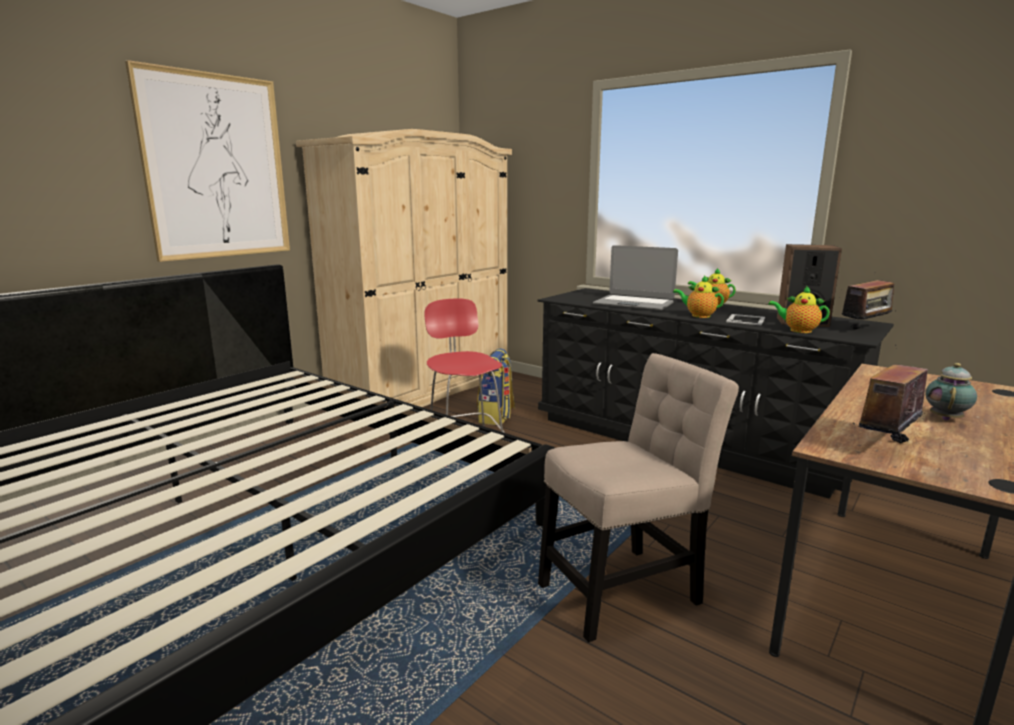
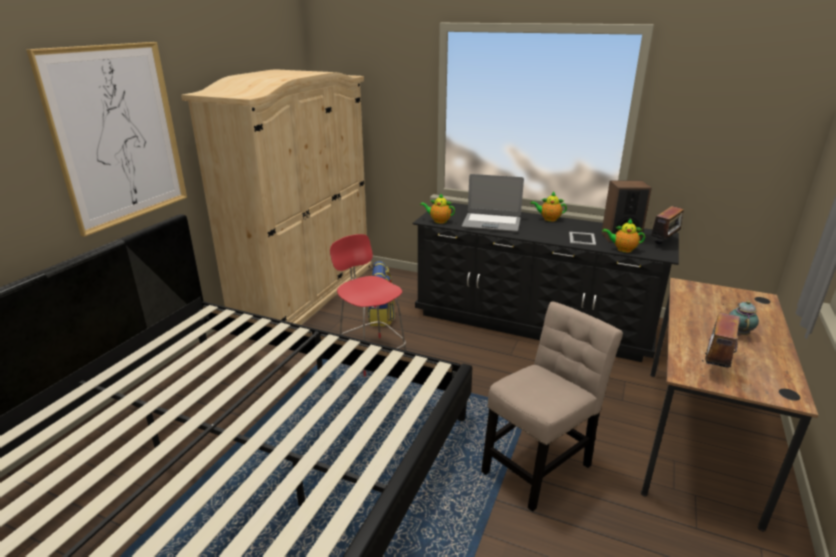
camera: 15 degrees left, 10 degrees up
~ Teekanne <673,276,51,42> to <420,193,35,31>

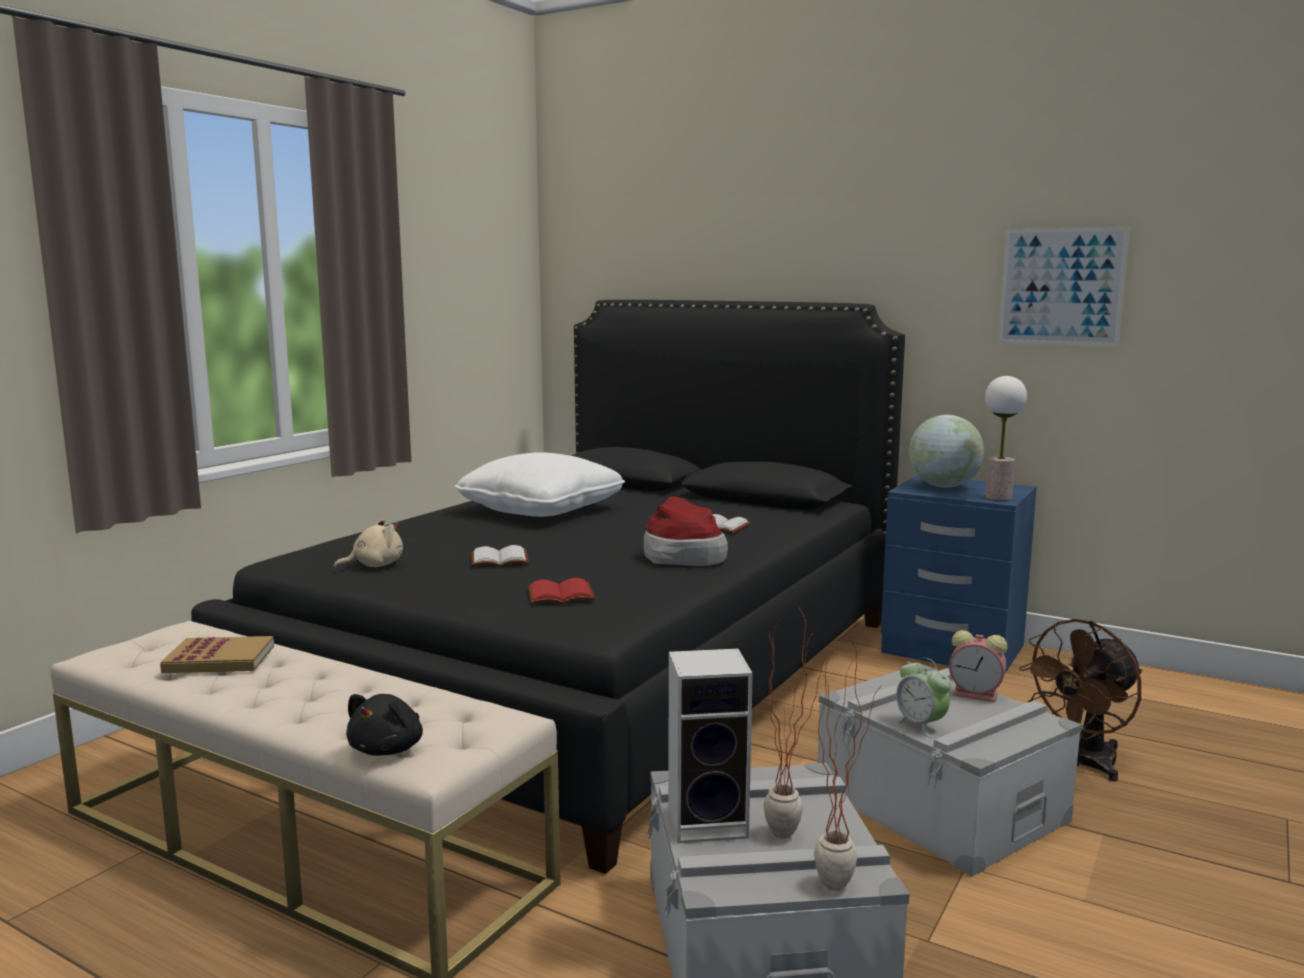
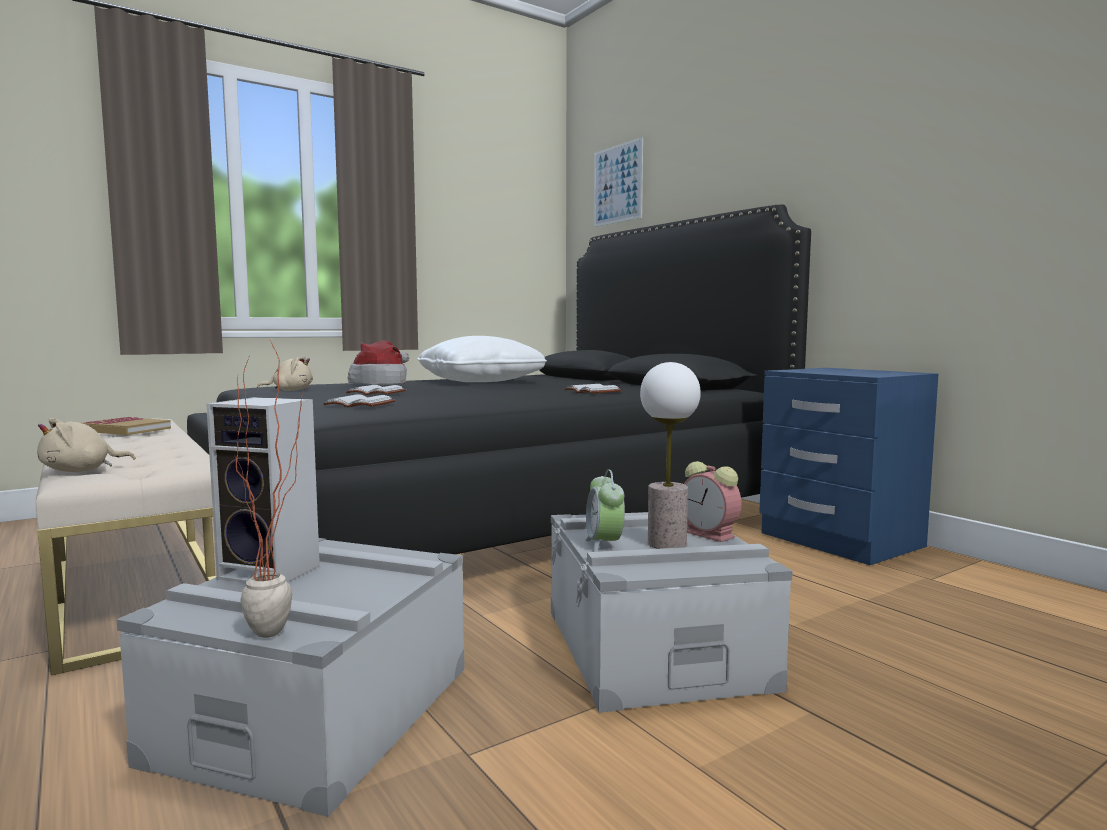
camera: 25 degrees right, 5 degrees down
~ Plüschtier (schwarz) <346,694,77,62> to Plüschtier (beige) <37,418,99,54>
~ Buch (rot) <528,578,67,26> to Buch (weiß) <323,394,72,13>
~ Hut <643,497,85,69> to <348,340,61,45>
- Topfpflanze <764,603,64,236>
- Globus <909,415,75,73>
~ Tischlampe <985,376,42,125> to <640,362,61,187>
~ Bild <998,227,132,120> to <594,137,49,90>
- Ventilator (braun) <1019,619,124,162>

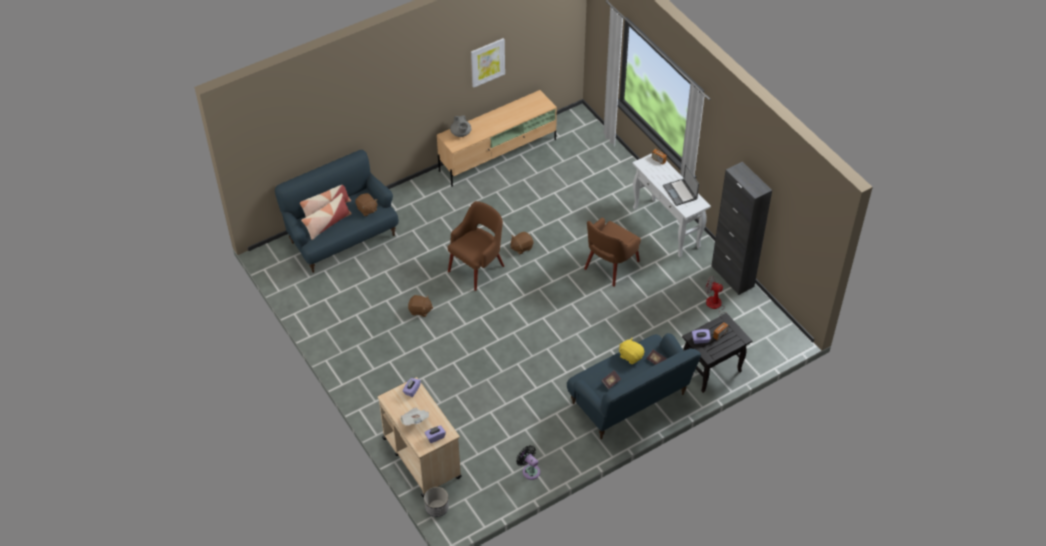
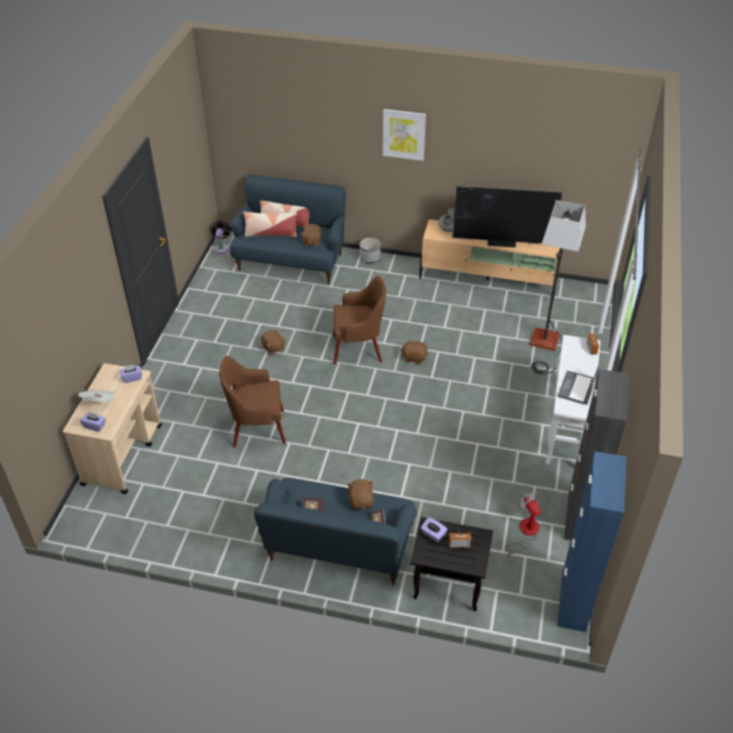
camera: 45 degrees right, 5 degrees down
~ Pflanzkübel <424,487,25,30> to <360,238,21,25>
~ Bild <471,38,34,50> to <383,109,43,52>
~ Ventilator (schwarz) <516,445,24,35> to <210,221,21,33>
~ Sessel (braun) <584,217,57,70> to <219,356,67,92>
~ Plüschtier (gelb) <619,338,25,26> to Plüschtier (braun) <347,479,27,30>
+ Fernseher <452,186,110,62>
+ Stehlampe <530,200,56,174>
+ Schrank (blau) <557,451,69,181>

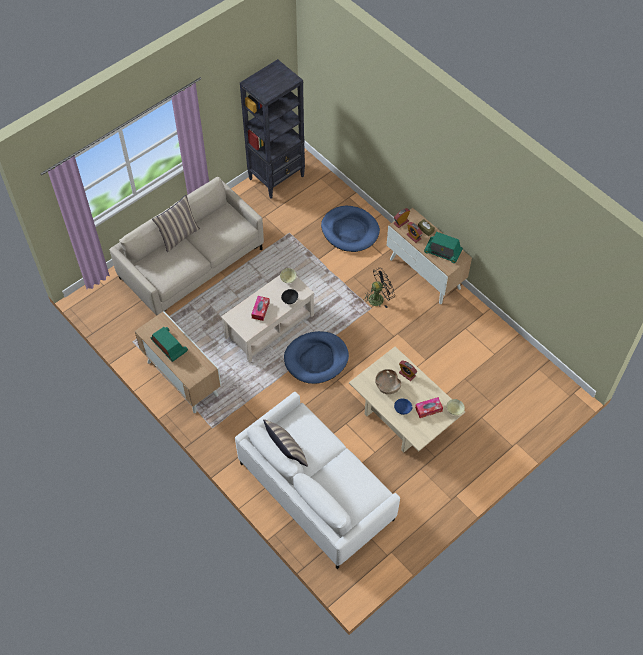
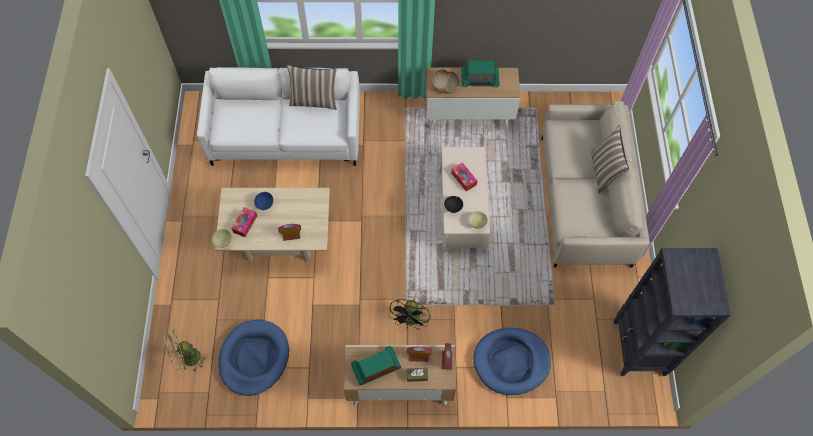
camera: 130 degrees right, 5 degrees up
~ Hundebett (blau) <284,331,65,53> to <218,320,71,76>
~ Schüssel (braun) <375,369,27,25> to <432,69,27,25>
+ Ventilator (grün) <164,330,44,43>

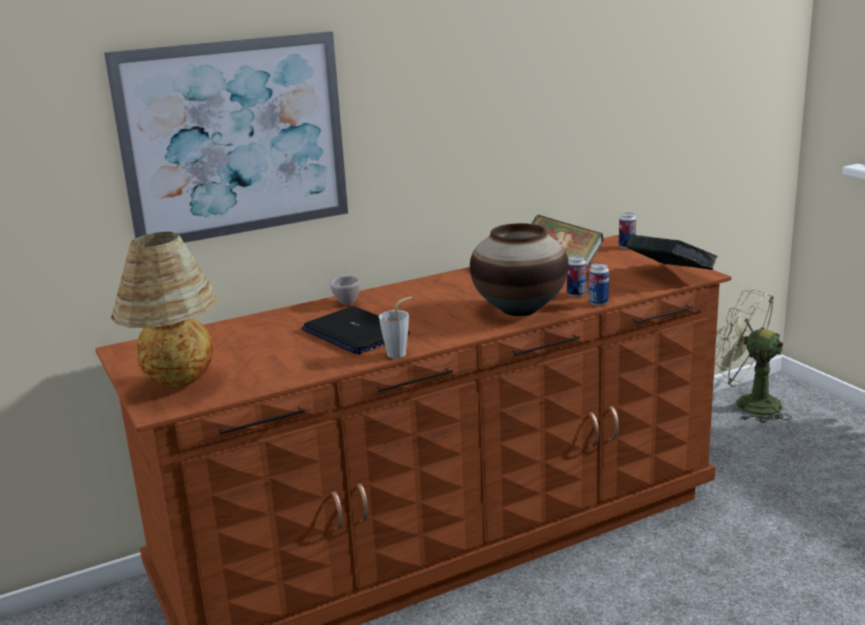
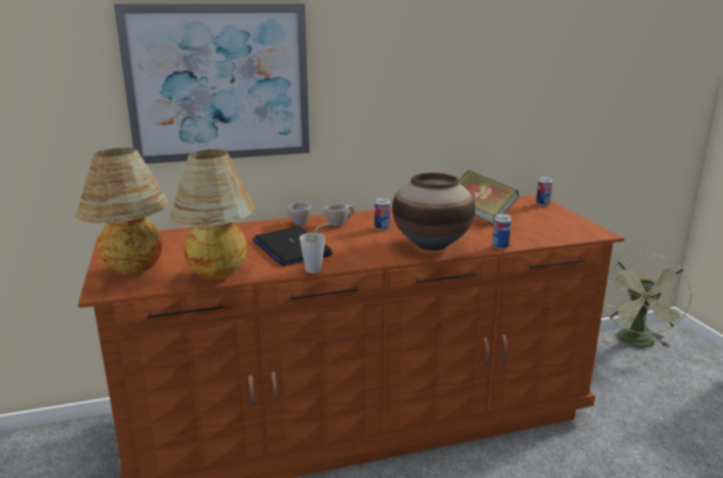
camera: 10 degrees right, 0 degrees up
~ Dose <567,256,19,41> to <375,197,15,33>
- Buch <626,234,92,36>
~ Ventilator (grün) <714,290,78,133> = <603,254,90,94> 120 degrees counterclockwise
+ Tischlampe <171,149,84,130>
+ Tasse (beige) <324,204,31,22>

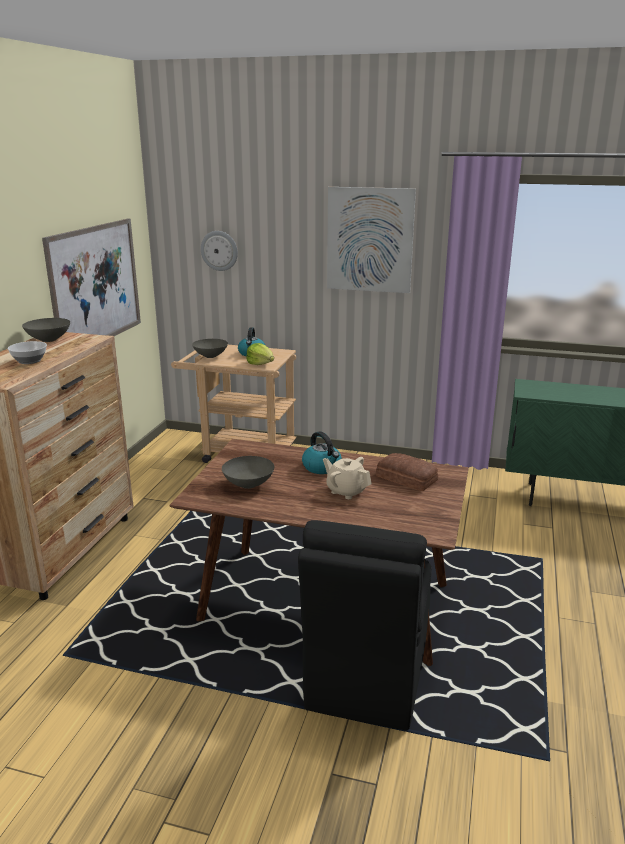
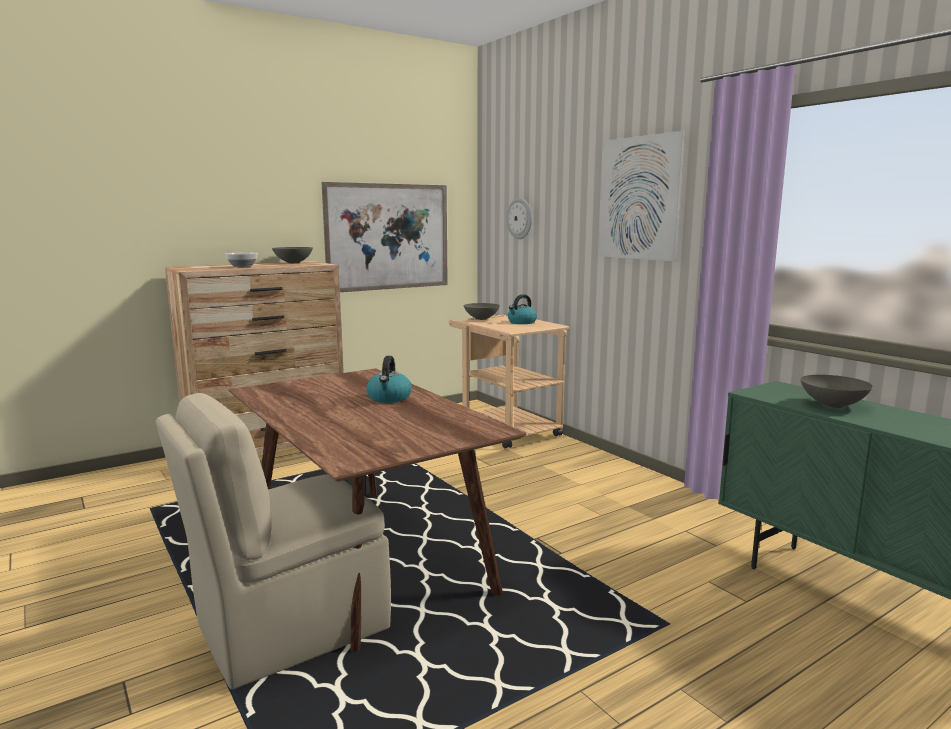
camera: 40 degrees right, 10 degrees down
~ Schüssel (grau) <222,456,52,33> to <800,375,73,33>
- Salatkopf <246,343,28,22>
~ Stuhl (schwarz) <298,520,134,210> to Stuhl (beige) <156,393,235,297>
- Teekanne (beige) <323,457,49,42>
- Brot <376,453,62,38>

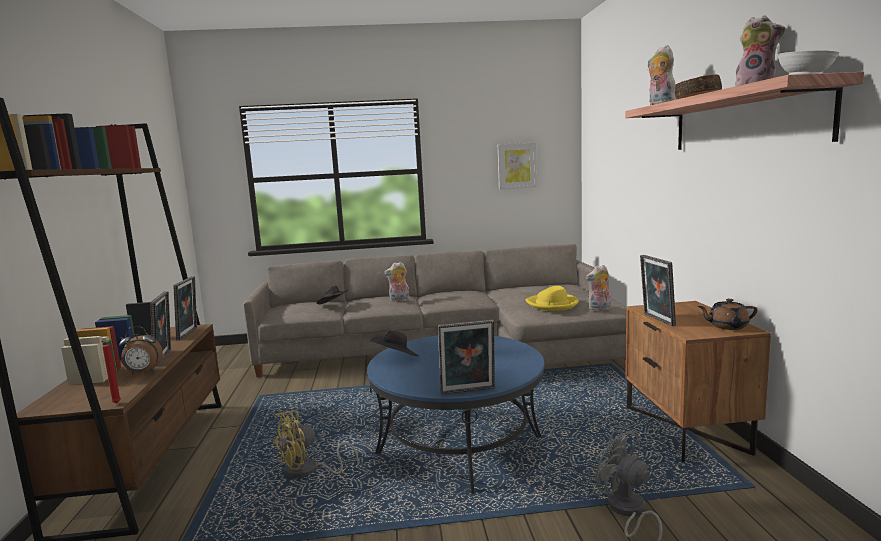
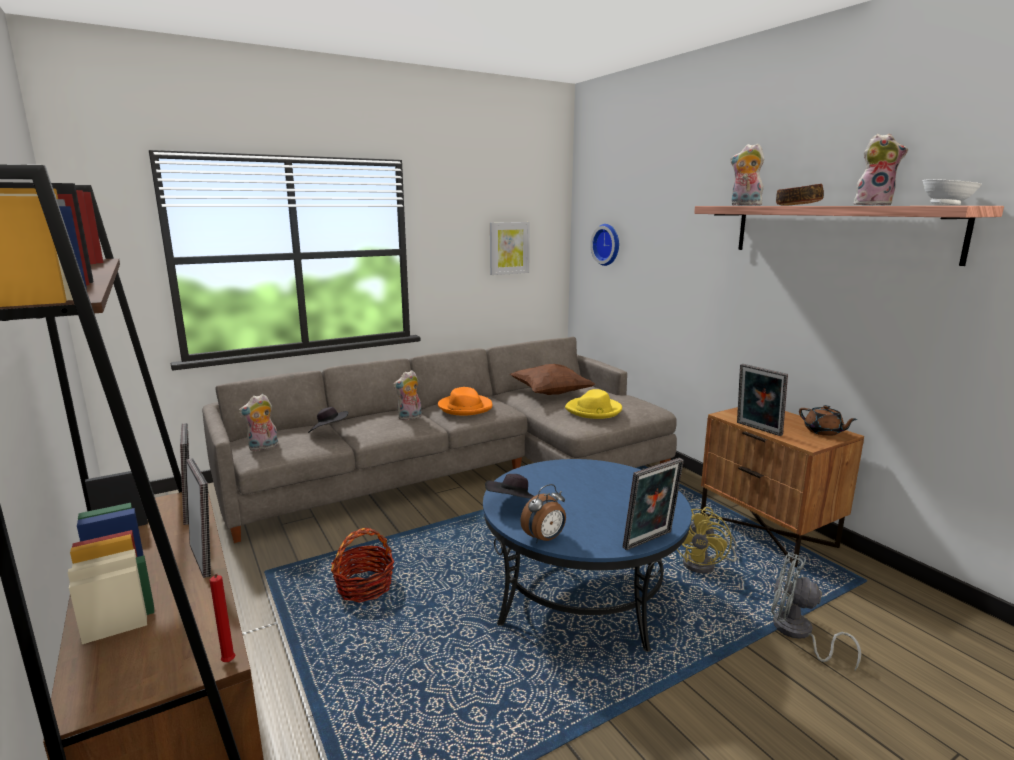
camera: 25 degrees left, 5 degrees up
~ Wecker <119,326,44,48> to <520,484,46,60>
~ Ventilator (gelb) <273,410,86,68> to <677,507,60,66>
~ Plüschtier <585,265,26,46> to <238,394,40,57>
~ Teekanne (braun) <698,299,59,31> = <799,405,59,31> 105 degrees counterclockwise
+ Korb <331,528,63,75>
+ Hut (orange) <438,387,54,29>
+ Kissen (braun) <510,364,85,31>
+ Wanduhr <590,224,29,42>

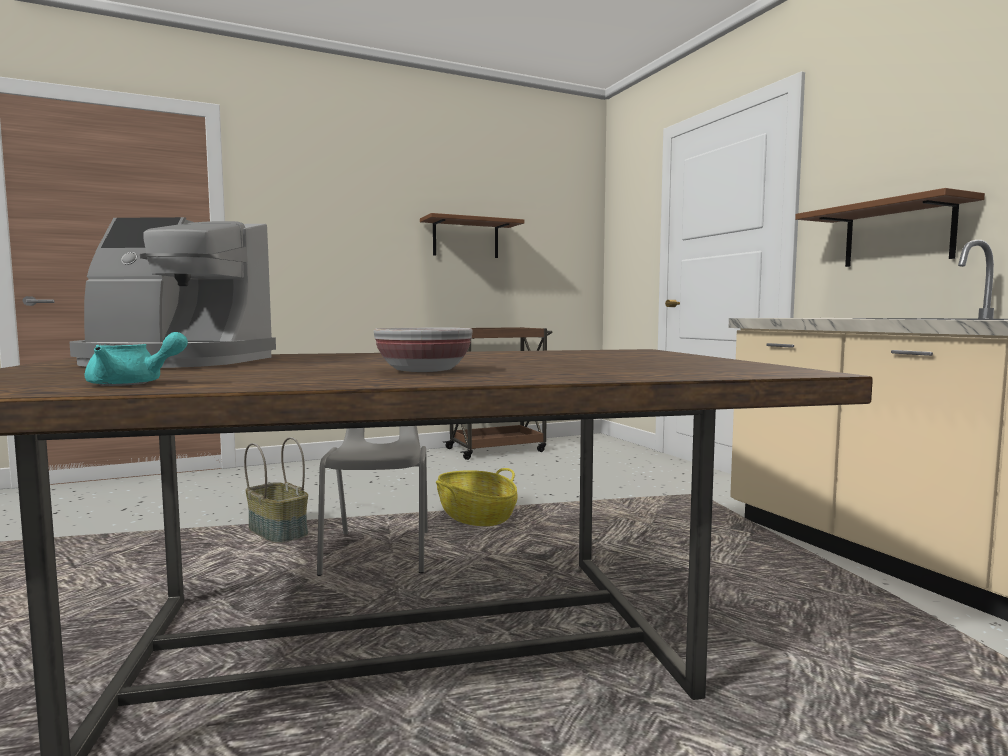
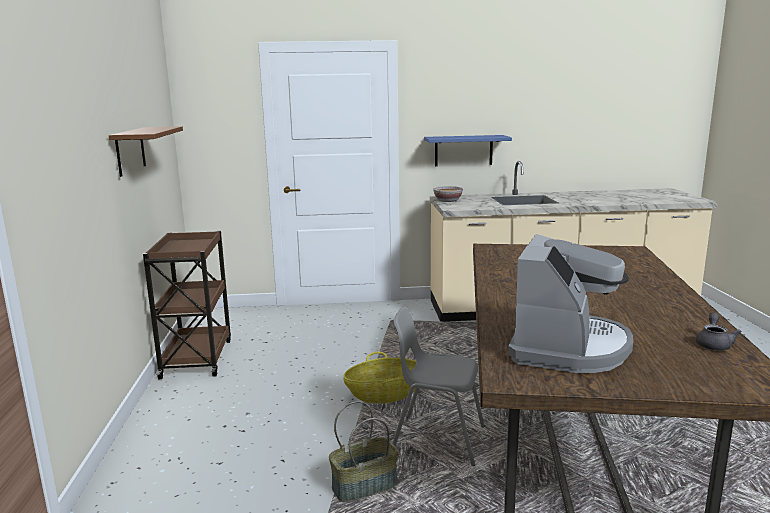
camera: 70 degrees left, 10 degrees up
~ Teekanne (türkis) <84,332,104,54> to Teekanne (grau) <696,313,46,38>
~ Schüssel <374,327,99,45> to <433,186,30,16>
~ Wandregal (braun) <795,188,190,79> to Wandregal (blau) <424,135,88,31>

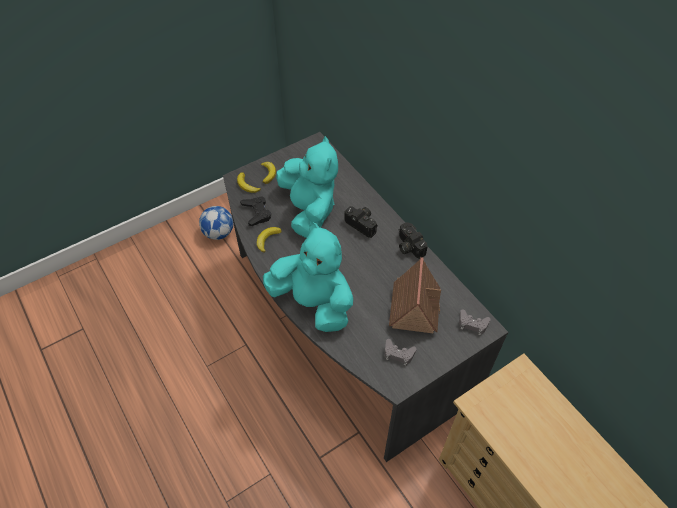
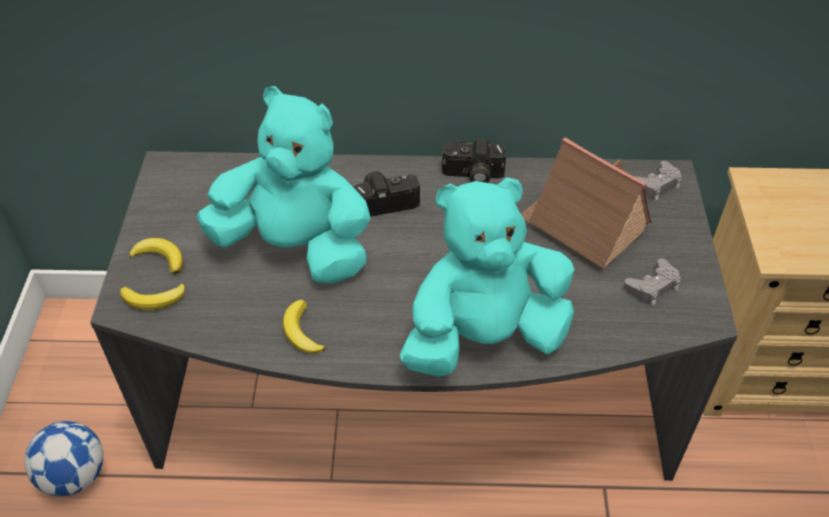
camera: 55 degrees left, 5 degrees down
- Gamepad (schwarz) <240,196,31,30>

